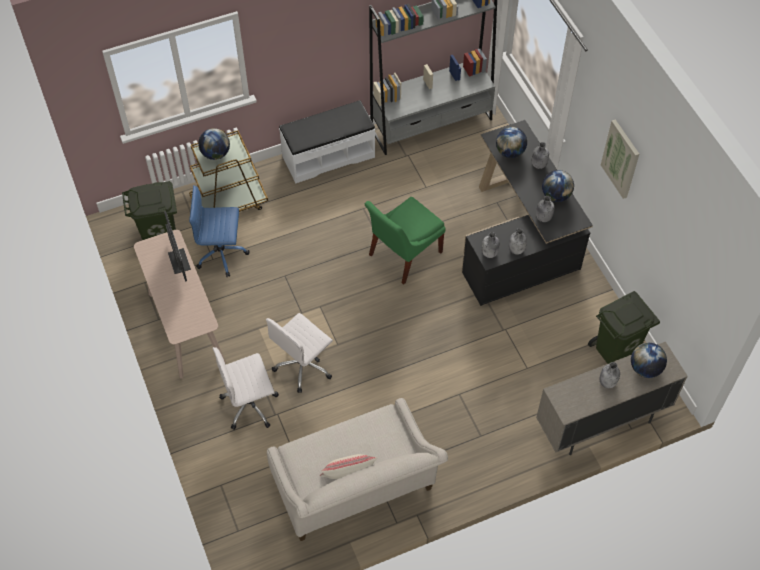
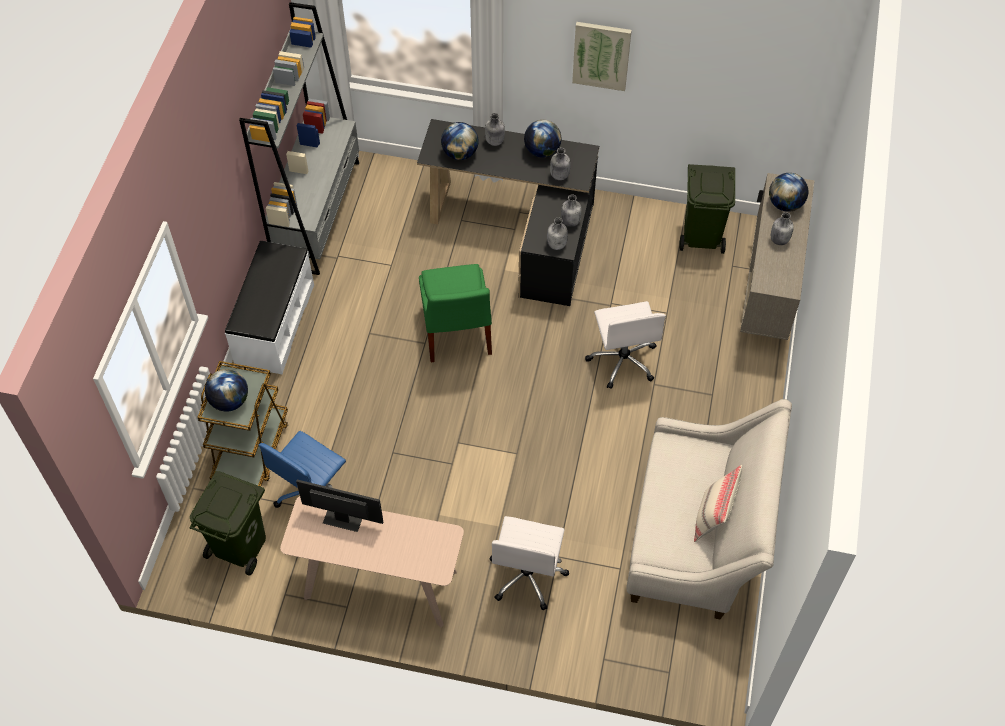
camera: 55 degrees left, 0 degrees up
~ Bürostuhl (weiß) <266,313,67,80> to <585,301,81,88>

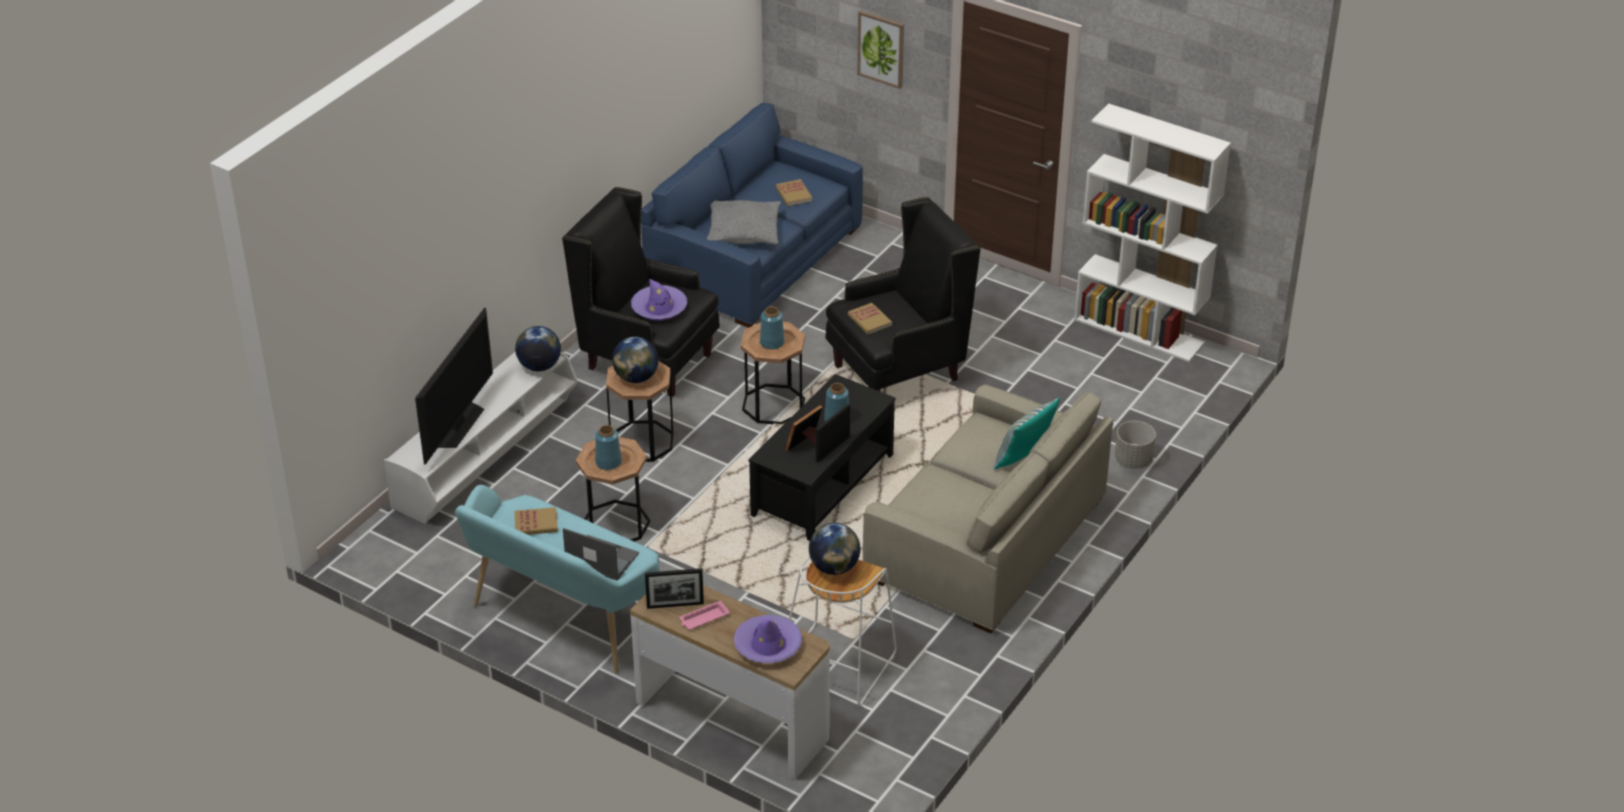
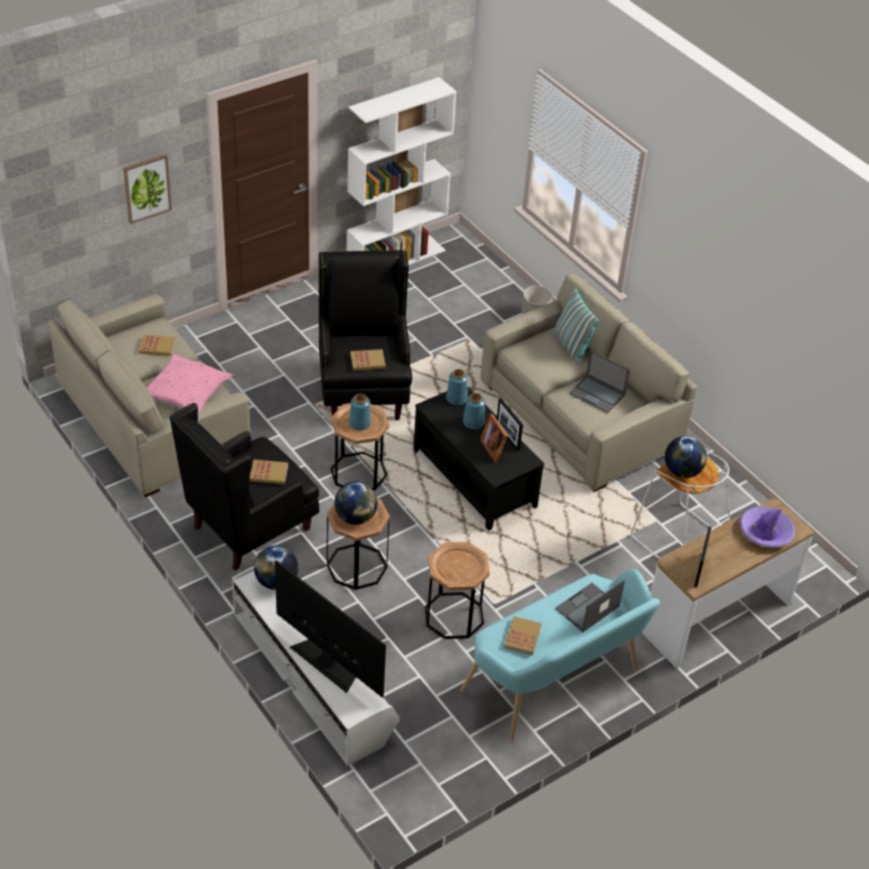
camera: 70 degrees left, 5 degrees up
~ Vase (blau) <595,425,27,45> to <446,369,22,36>
~ Hut (lila) <631,278,56,43> to Buch <250,459,38,26>
~ Sofa (blau) <641,103,222,225> to Sofa (beige) <48,295,203,202>
- Tablett (rosa) <680,600,50,30>
~ Kissen (grau) <707,200,74,45> to Kissen (rosa) <147,354,86,58>
+ Laptop <569,350,61,63>

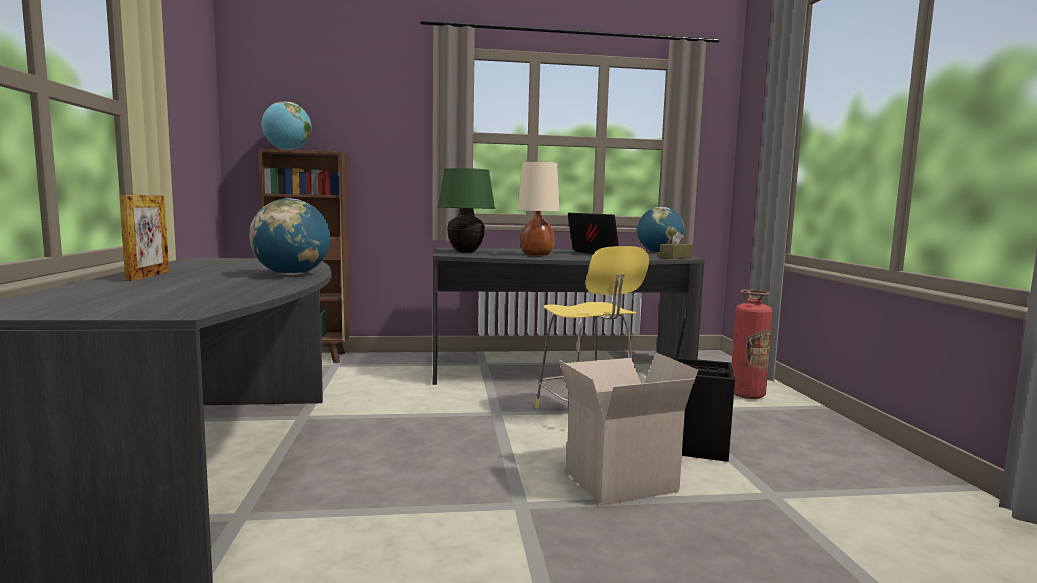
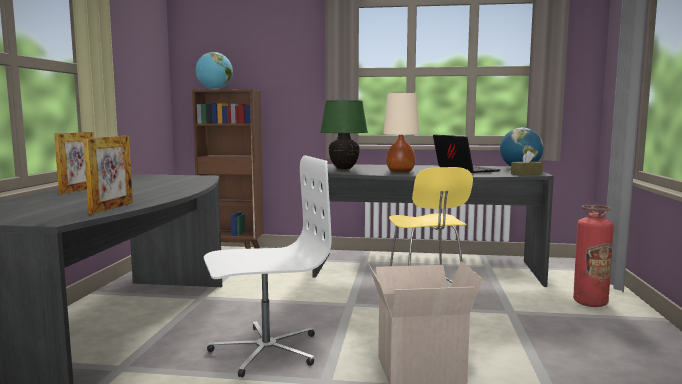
camera: 15 degrees right, 0 degrees up
- Globus <249,198,81,77>
- Aufbewahrungsbox (schwarz) <674,307,61,155>
+ Bilderrahmen <83,136,50,78>
+ Bürostuhl (weiß) <204,155,127,222>

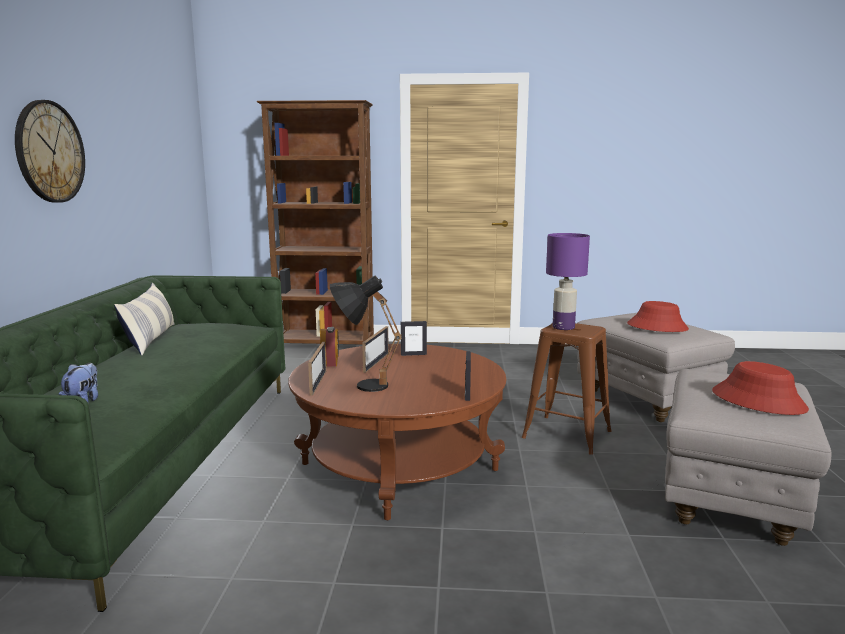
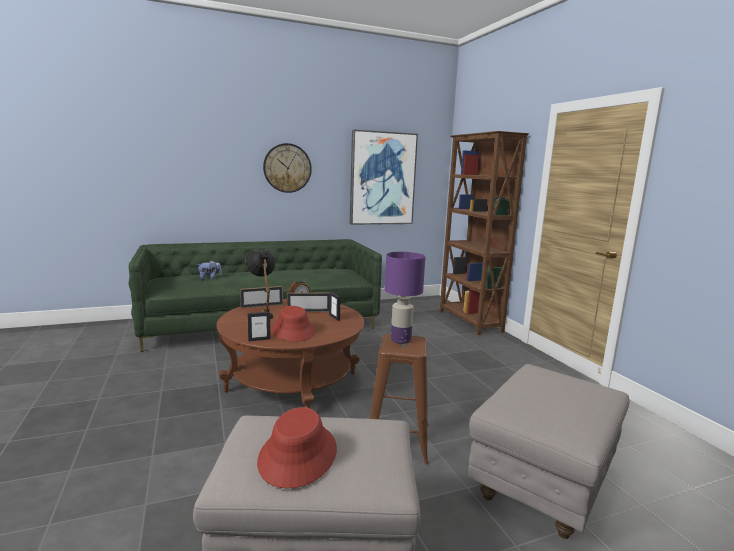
camera: 65 degrees right, 0 degrees up
- Kissen <114,283,61,73>
~ Hut (rot) <627,301,62,31> to <271,306,45,36>
+ Bild <350,130,68,95>

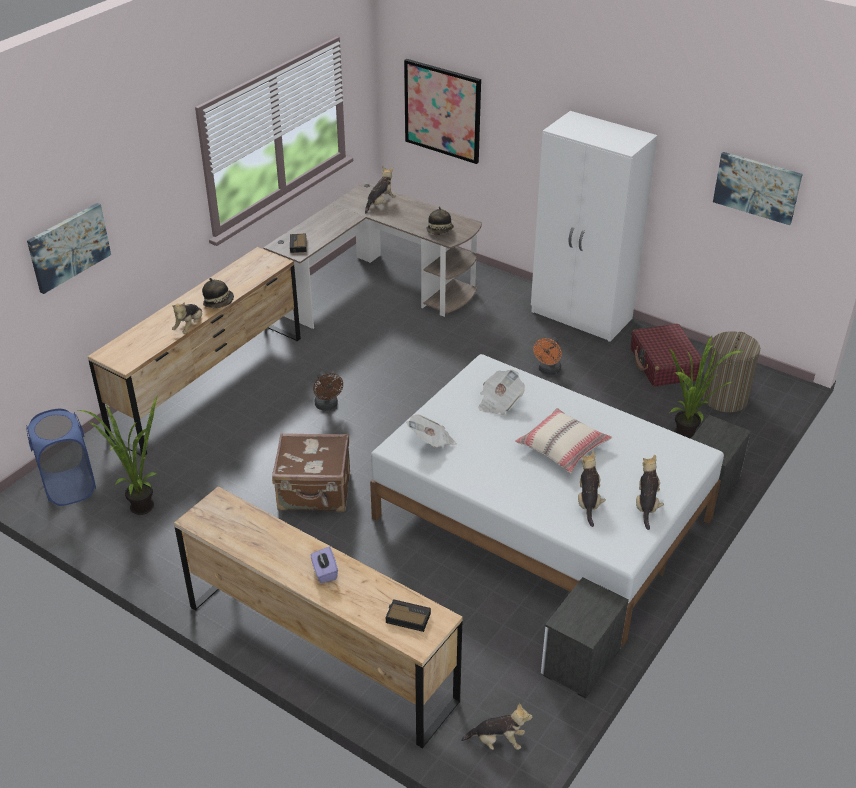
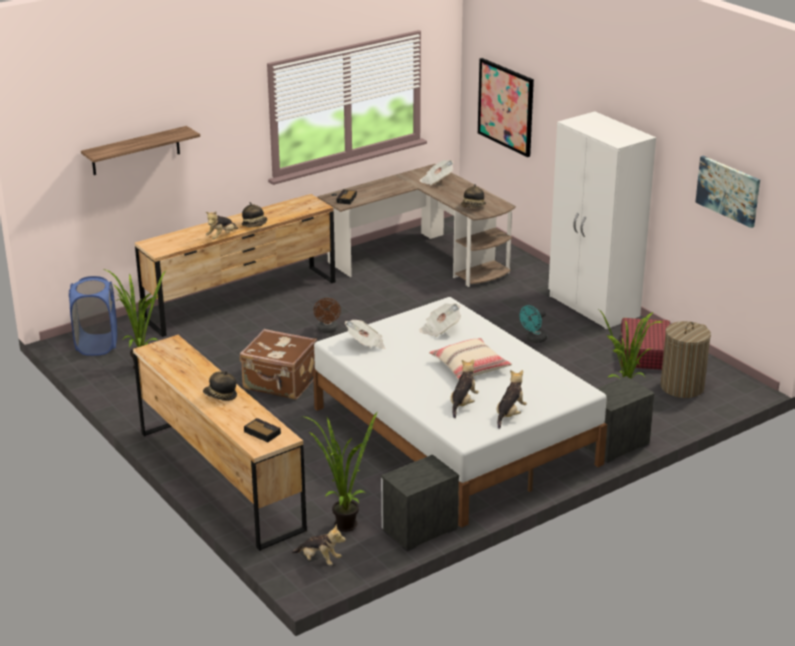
camera: 20 degrees right, 10 degrees down
~ Bild <27,203,84,91> to Wandregal <81,126,119,49>
~ Taschentuchbox (lila) <311,547,27,36> to Hut <203,371,34,30>
~ Plüschtier <365,167,31,47> to Zeitung <419,160,35,25>
~ Ventilator (orange) <533,338,29,37> to Ventilator (türkis) <520,305,27,38>
+ Topfpflanze <302,411,76,121>

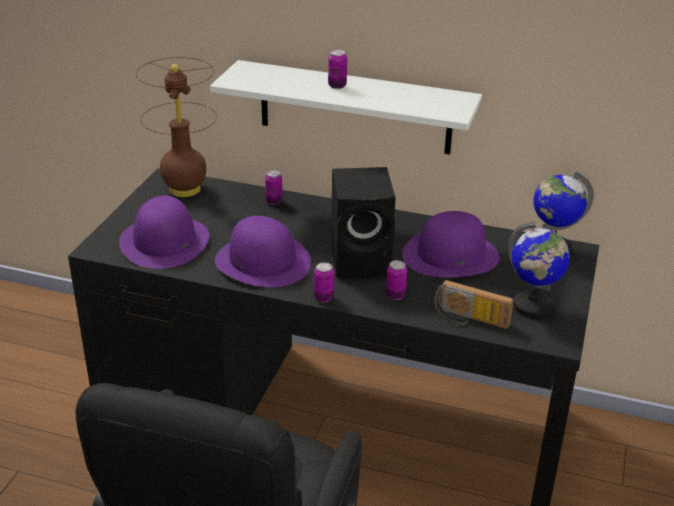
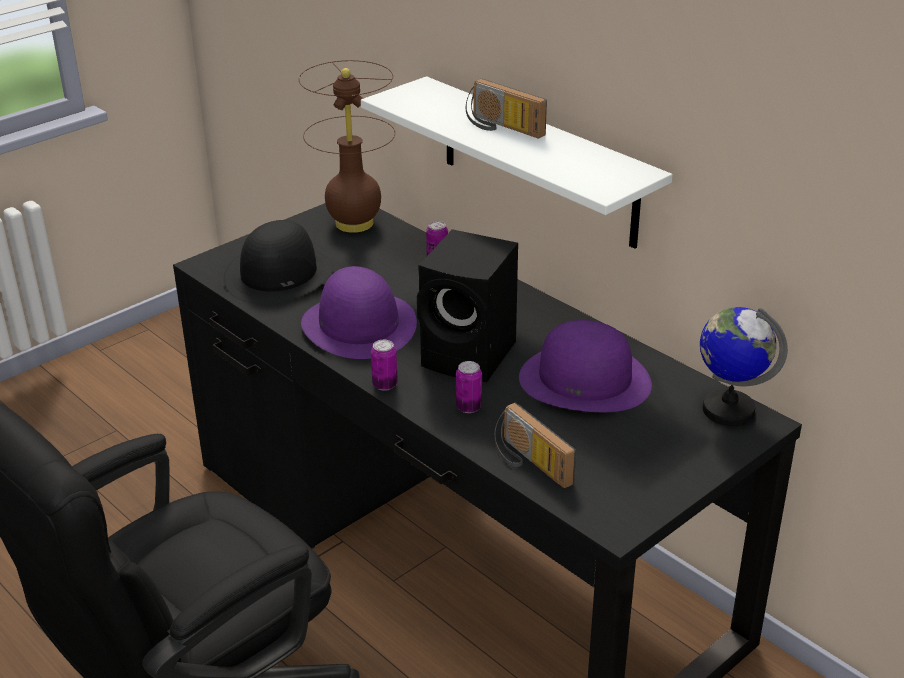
camera: 30 degrees right, 0 degrees up
~ Hut (lila) <119,196,90,73> to Hut (schwarz) <223,220,111,85>
~ Dose <328,50,19,39> to Radio <466,79,81,60>
- Globus <508,221,62,97>

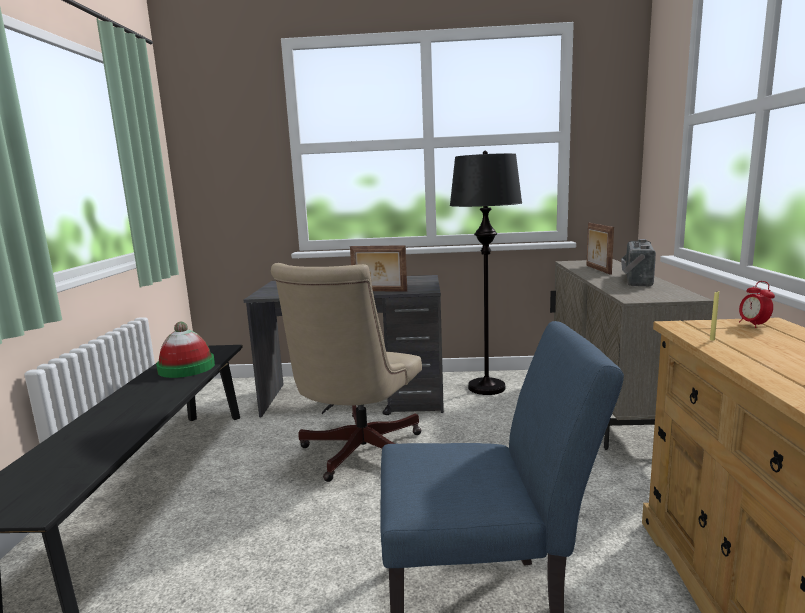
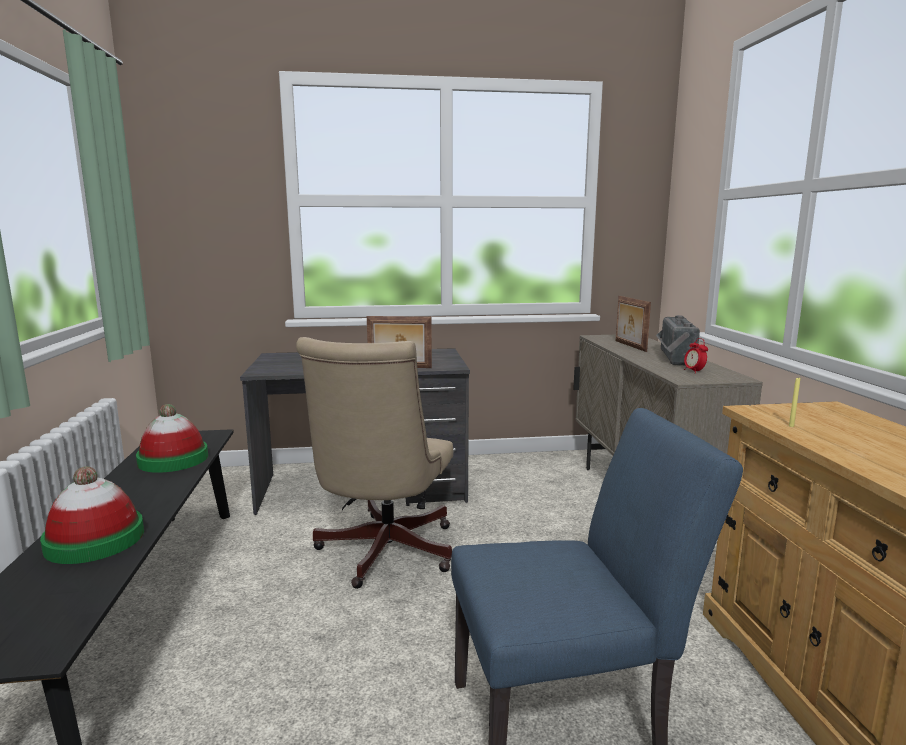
camera: 10 degrees left, 0 degrees up
- Stehlampe (schwarz) <449,151,73,244>
~ Wecker <739,281,36,47> to <684,338,24,36>
+ Hut <40,466,104,98>

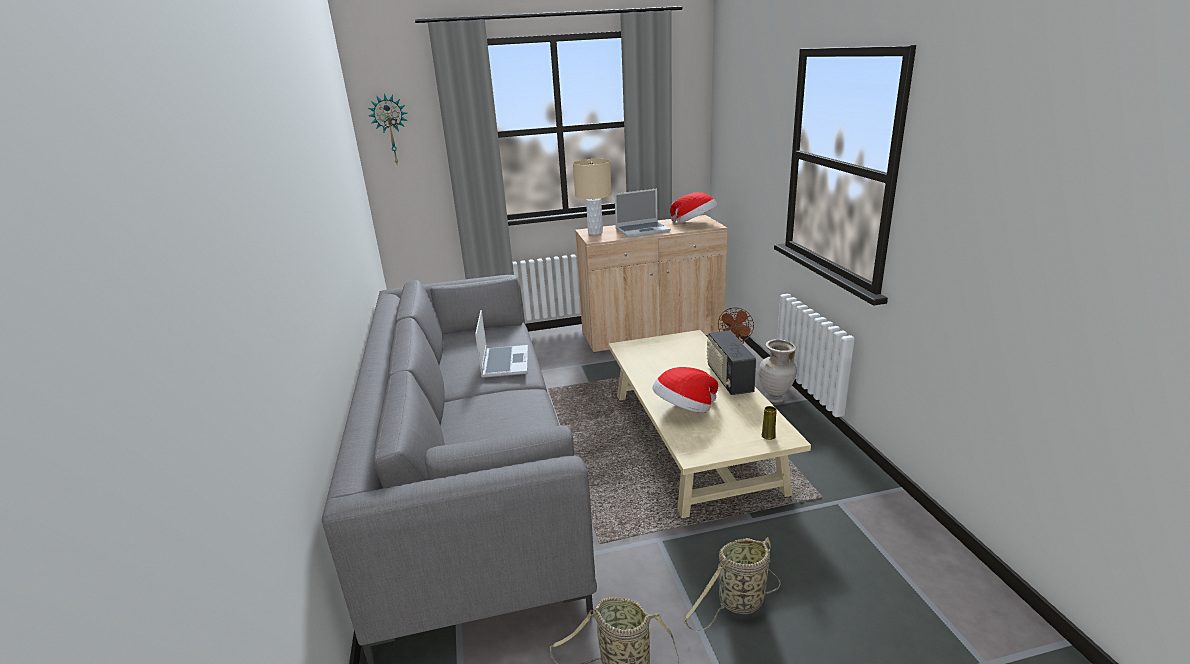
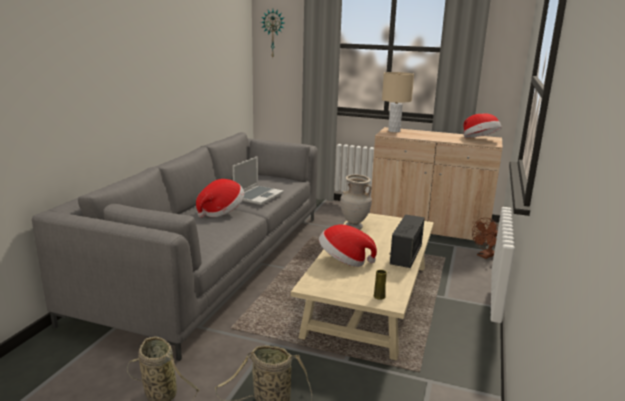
camera: 30 degrees right, 5 degrees down
- Laptop <614,189,57,49>
~ Vase (beige) <759,339,38,64> to <340,175,32,55>
+ Hut <196,179,48,38>

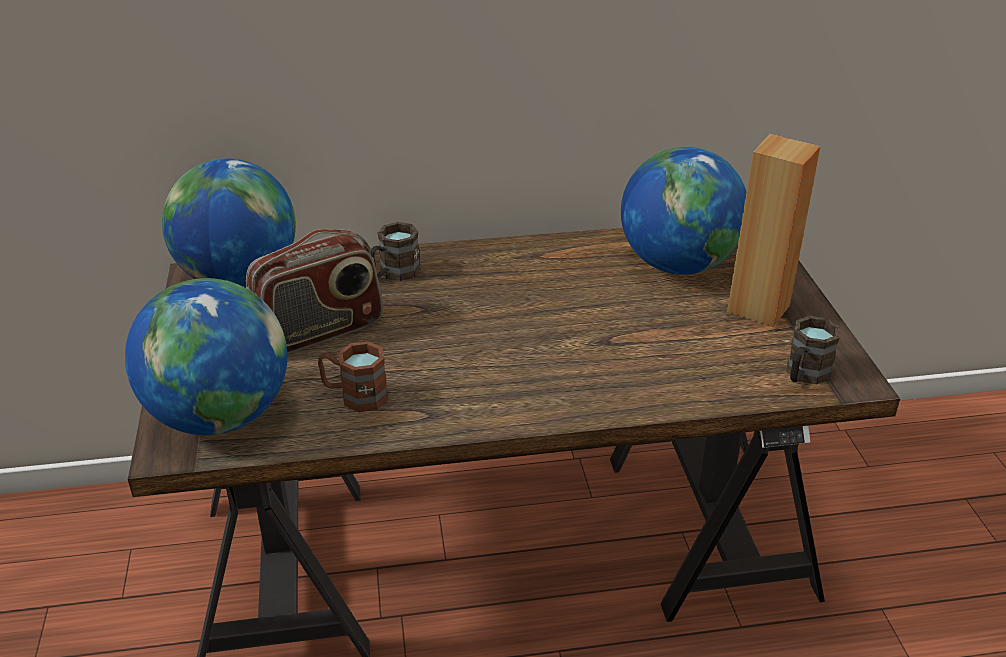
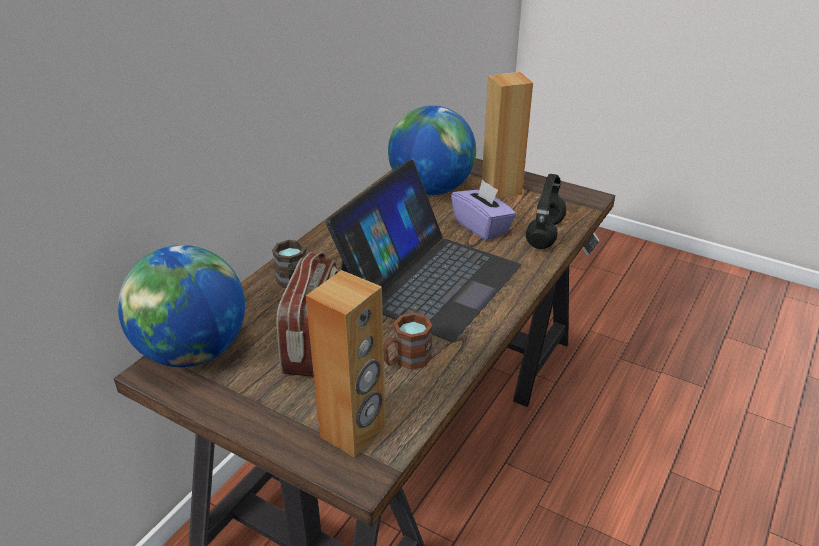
camera: 50 degrees left, 0 degrees up
~ Globus <125,278,162,157> to Lautsprecher (braun) <306,270,80,188>
- Henkelbecher (braun) <787,316,53,68>
+ Laptop <326,160,195,182>
+ Taschentuchbox (lila) <451,179,66,62>
+ Kopfhörer (schwarz) <526,174,40,75>

